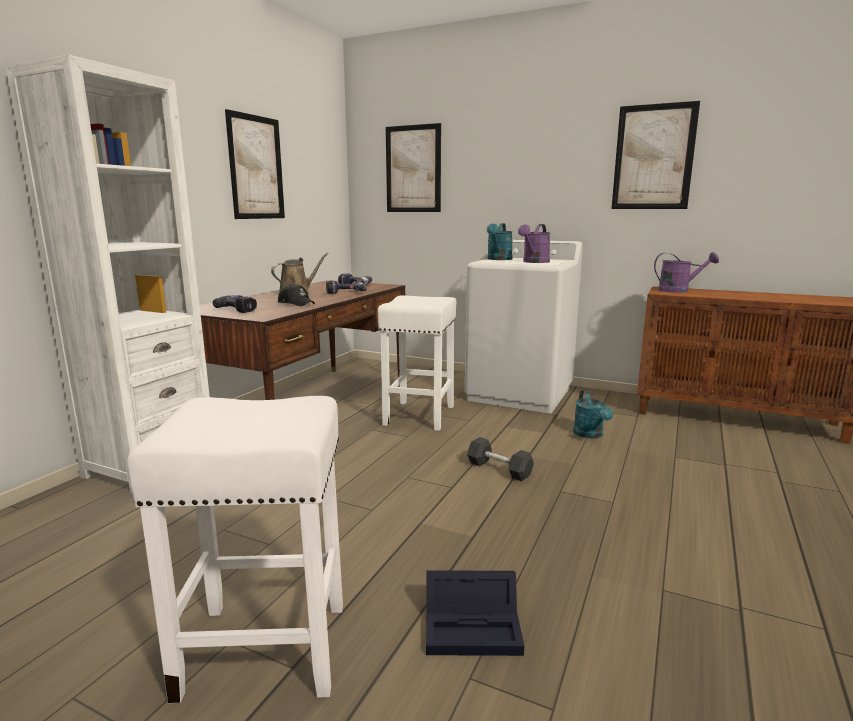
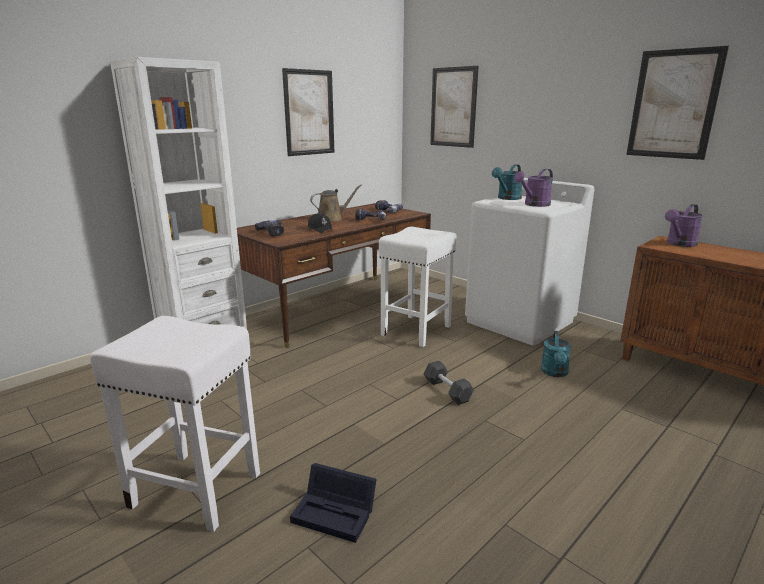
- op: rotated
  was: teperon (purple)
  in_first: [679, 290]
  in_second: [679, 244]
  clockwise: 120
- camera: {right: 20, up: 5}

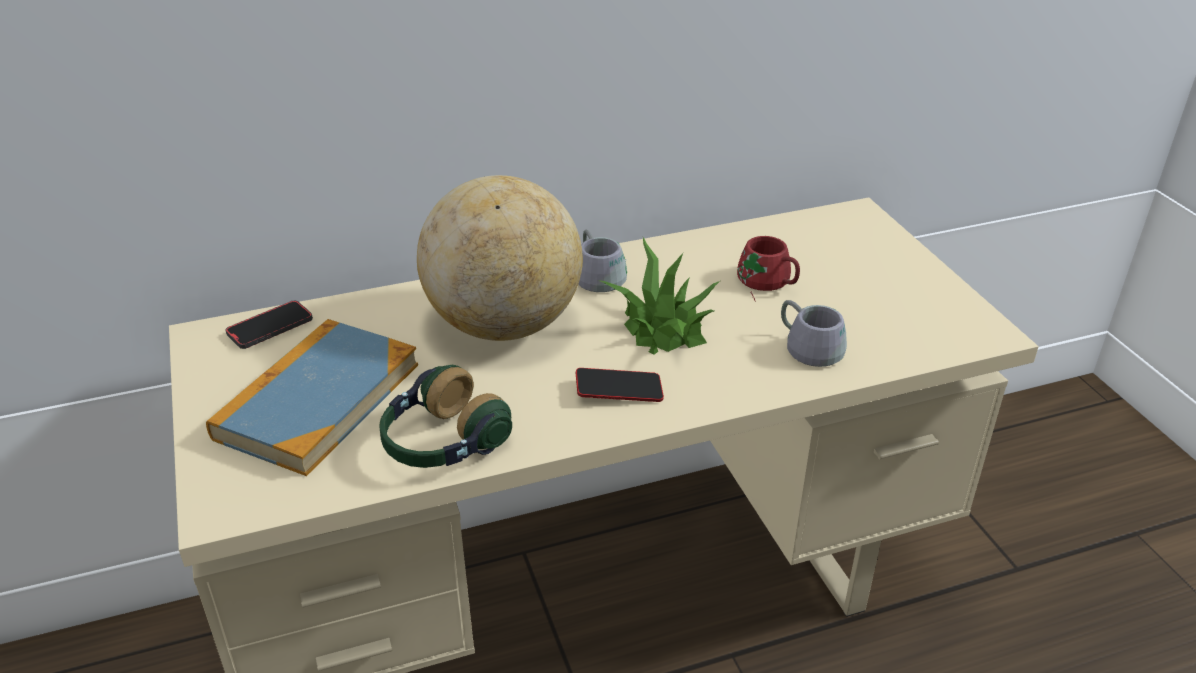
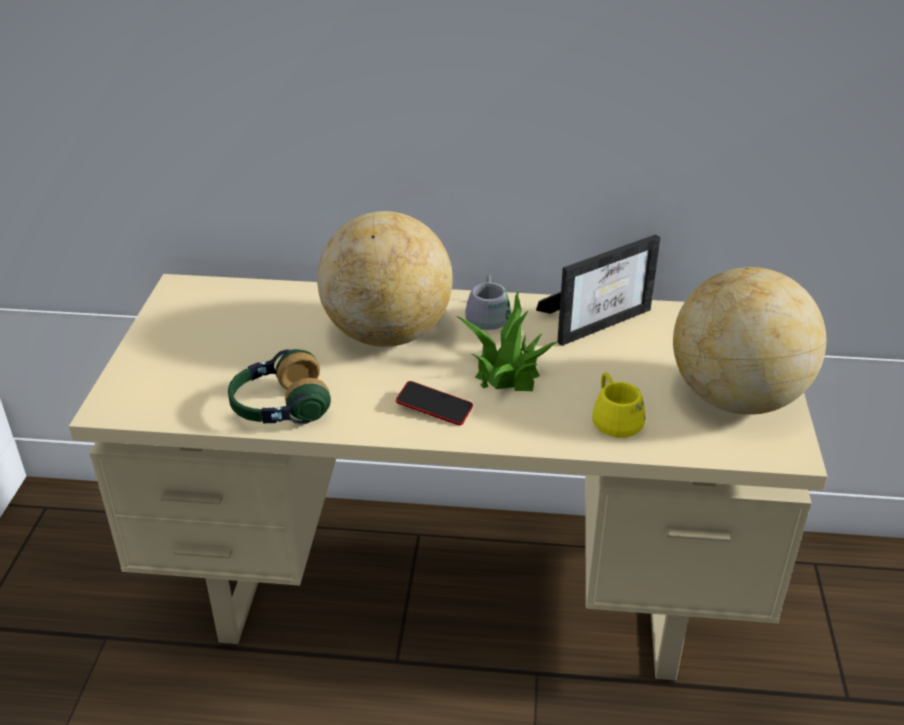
- op: gone
  was: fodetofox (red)
  in_first: [765, 283]
- op: repainted
  was: fodetofox (grey)
  now: fodetofox (yellow)
  in_first: [812, 344]
  in_second: [619, 416]
- op: gone
  was: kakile
  in_first: [270, 327]
- op: gone
  was: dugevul
  in_first: [318, 400]
- op: new
  now: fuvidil
  in_second: [599, 320]
- op: new
  now: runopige
  in_second: [735, 398]
- camera: {right: 25, up: 0}

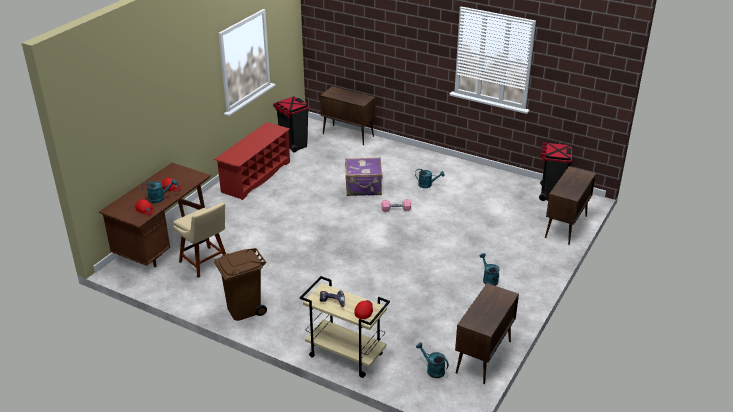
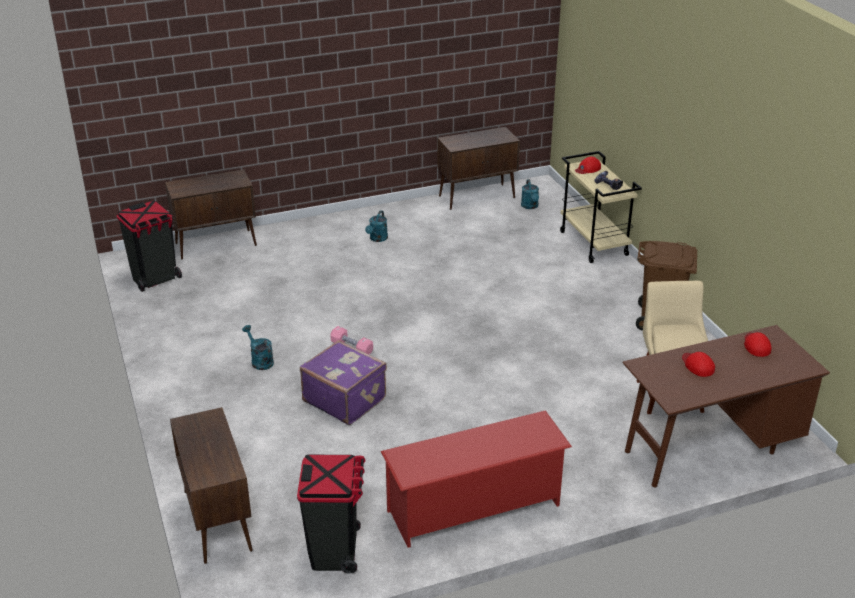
- op: gone
  was: teperon (turquoise)
  in_first: [159, 198]
- camera: {right: -140, up: 0}

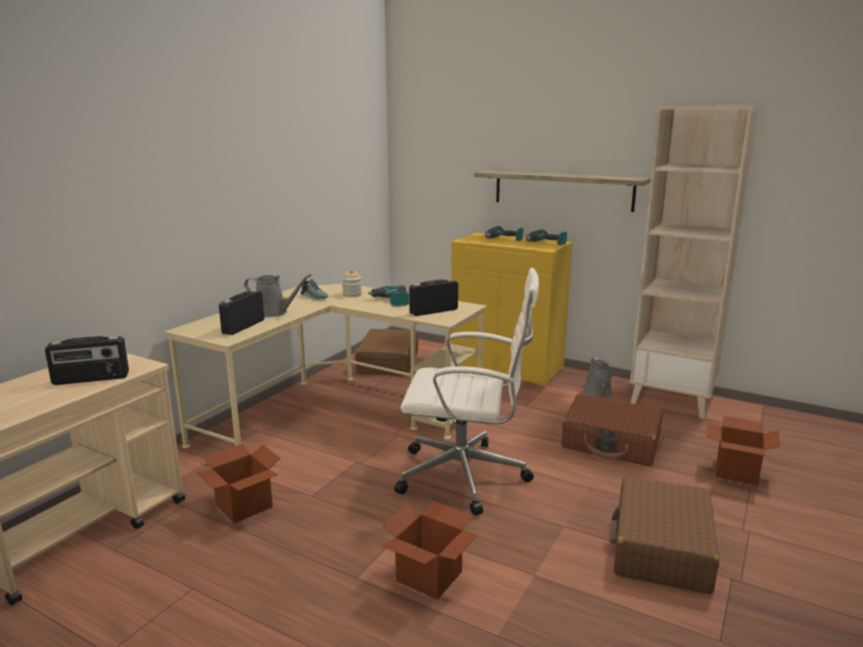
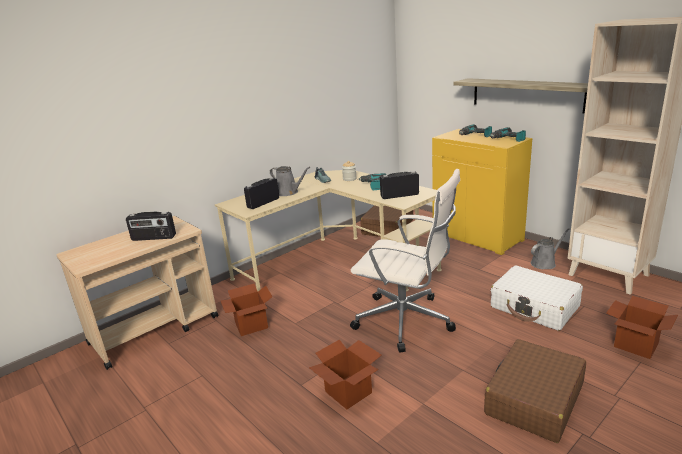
- op: rotated
  was: teperon (grey)
  in_first: [598, 392]
  in_second: [545, 263]
  clockwise: -135
- op: repainted
  was: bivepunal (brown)
  now: bivepunal (white)
  in_first: [611, 442]
  in_second: [534, 307]
- camera: {right: 20, up: 5}

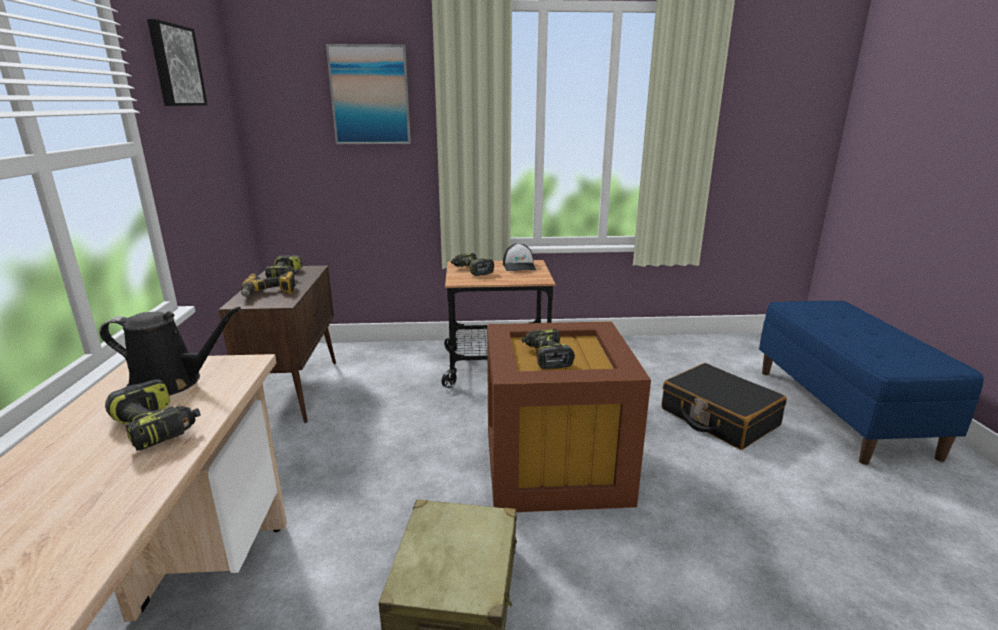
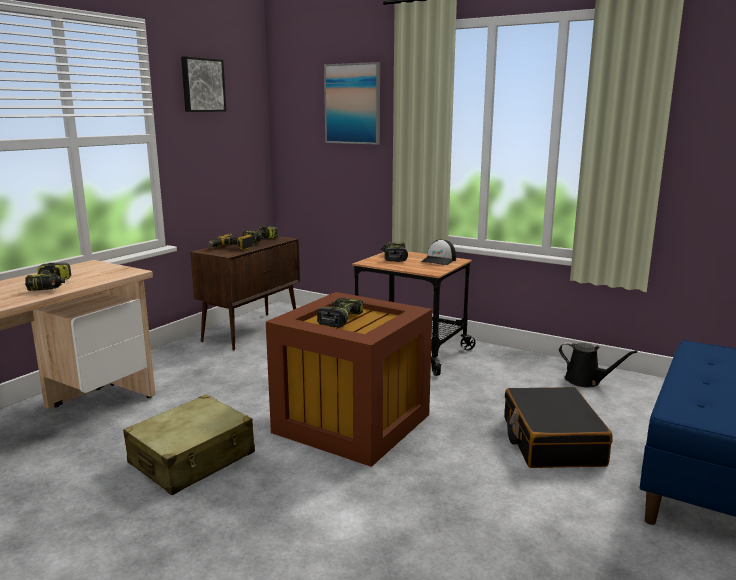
- op: shifted
  was: teperon (black)
  in_first: [171, 383]
  in_second: [586, 381]
- camera: {right: 35, up: -5}

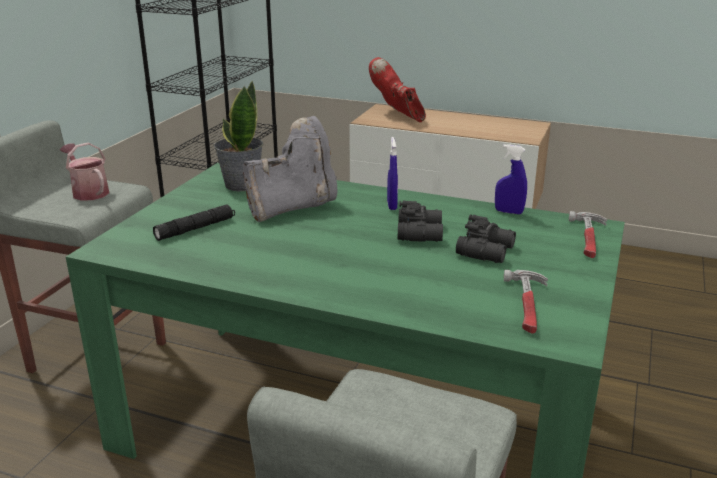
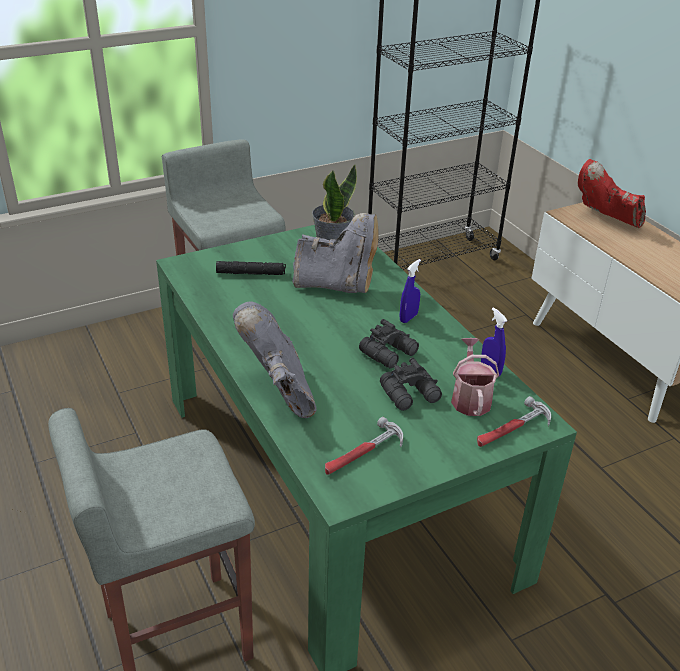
- op: rotated
  was: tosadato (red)
  in_first: [398, 115]
  in_second: [605, 219]
  clockwise: -60
- op: shifted
  was: teperon
  in_first: [88, 191]
  in_second: [470, 398]
- op: new
  now: tosadato (grey)
  in_second: [279, 391]
- camera: {right: 40, up: 10}

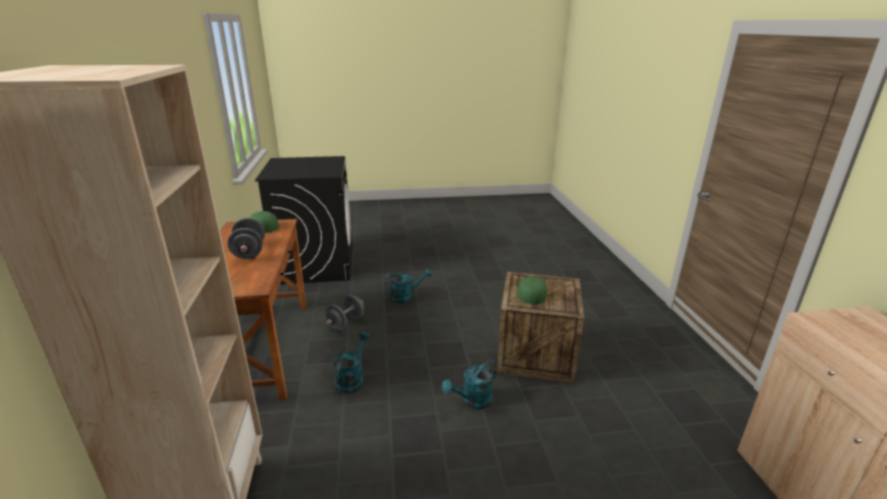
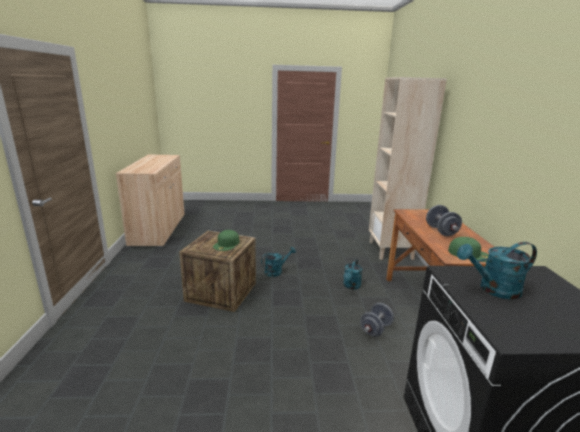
- op: shifted
  was: teperon (turquoise)
  in_first: [405, 297]
  in_second: [493, 290]
- camera: {right: -175, up: -5}

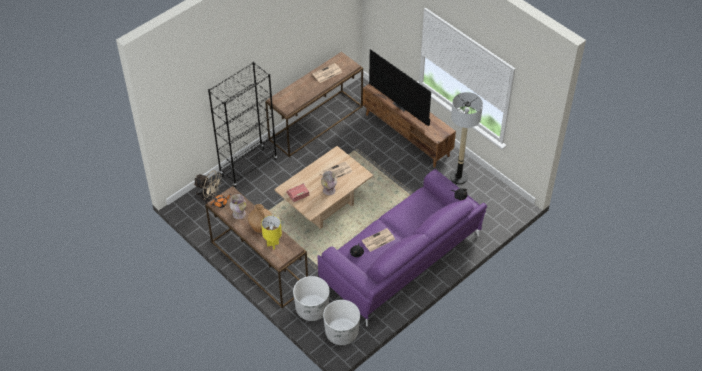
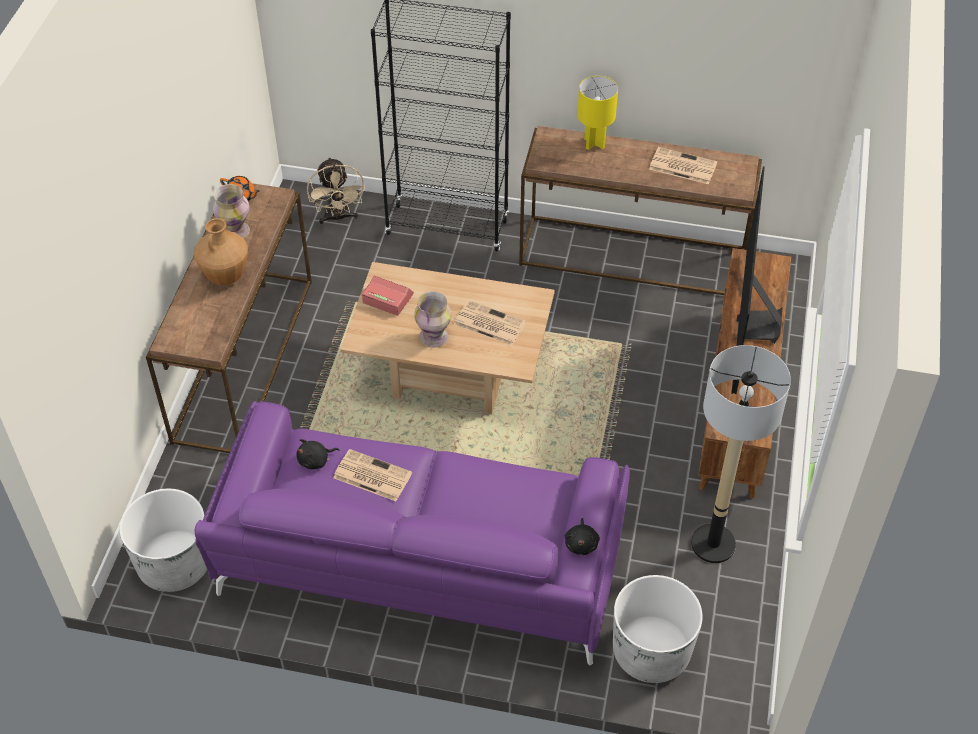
- op: shifted
  was: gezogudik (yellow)
  in_first: [272, 244]
  in_second: [594, 143]
- op: shifted
  was: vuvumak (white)
  in_first: [312, 309]
  in_second: [651, 652]
- camera: {right: 55, up: 0}

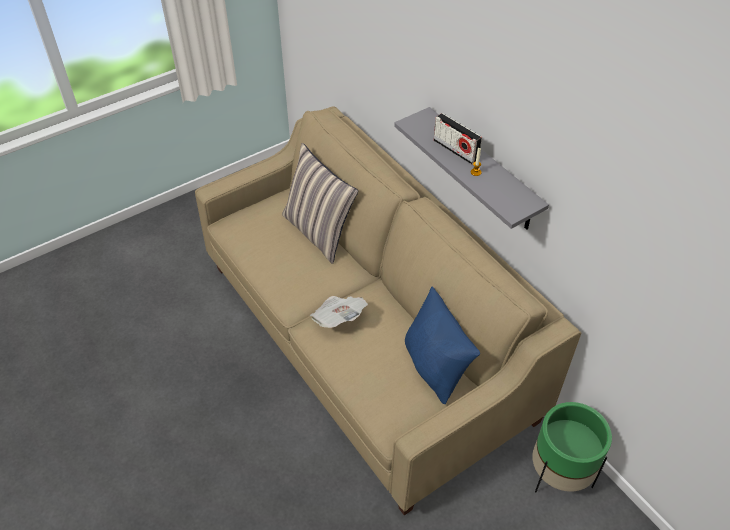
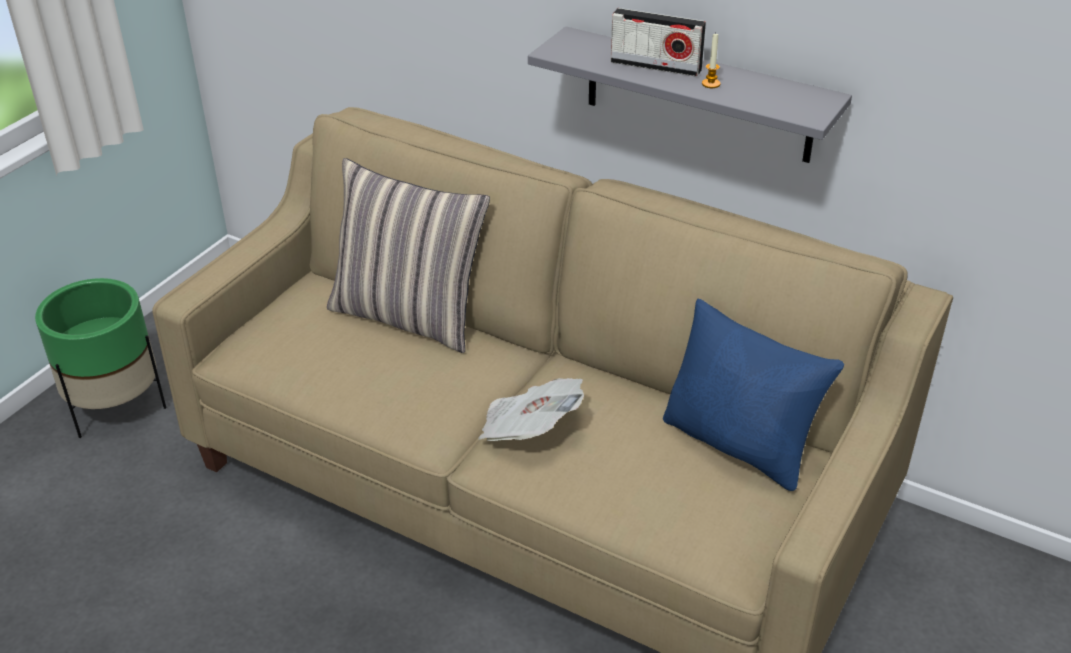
- op: shifted
  was: vuvumak (green)
  in_first: [559, 474]
  in_second: [116, 408]
- camera: {right: -25, up: -10}

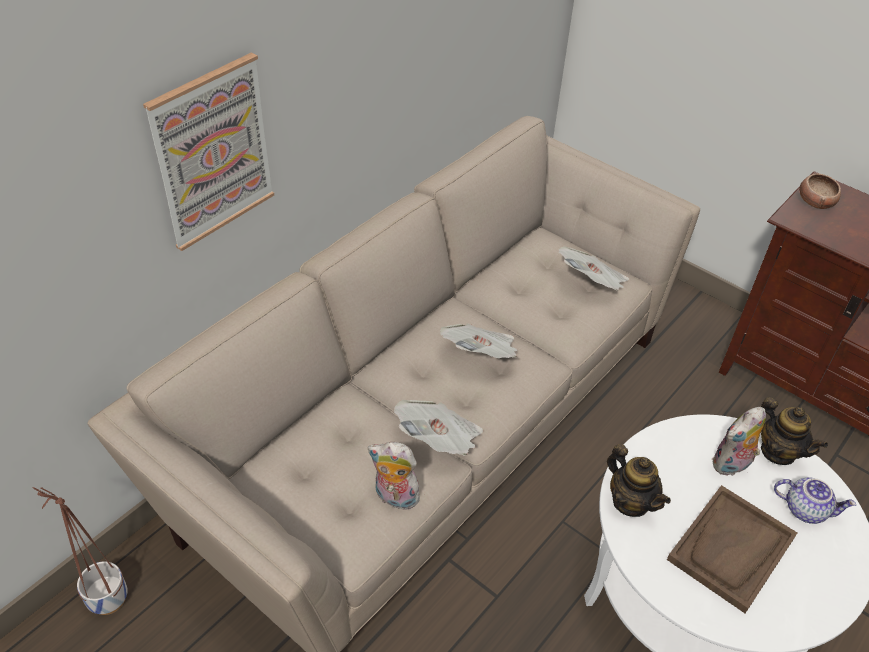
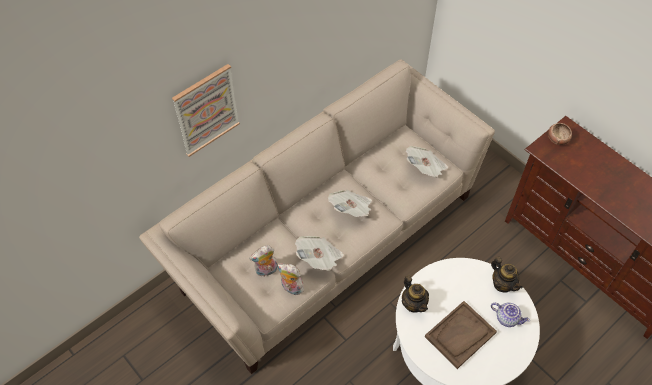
- op: shifted
  was: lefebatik
  in_first: [731, 465]
  in_second: [266, 271]
- op: gone
  was: vuvumak
  in_first: [108, 599]
- camera: {right: 10, up: 10}

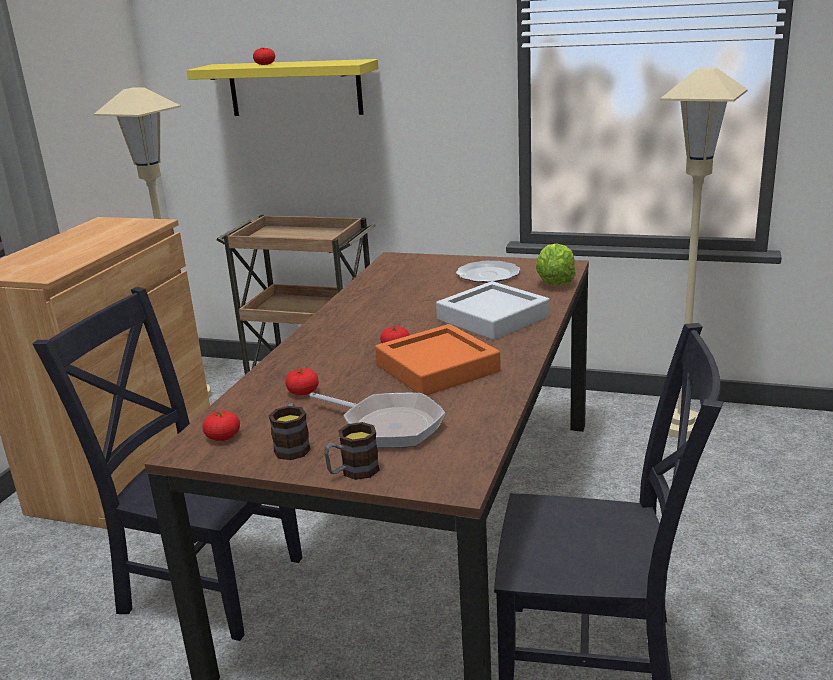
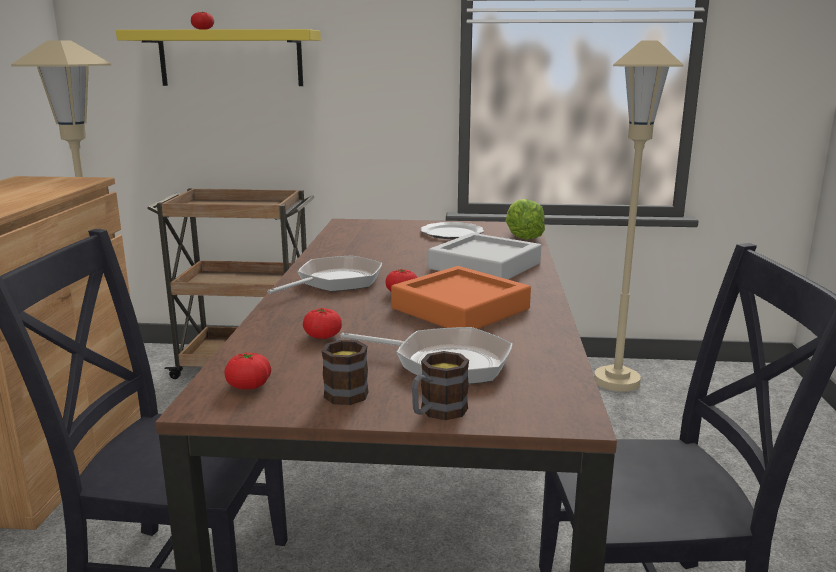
- op: new
  now: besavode
  in_second: [335, 282]
- camera: {right: -15, up: -5}

